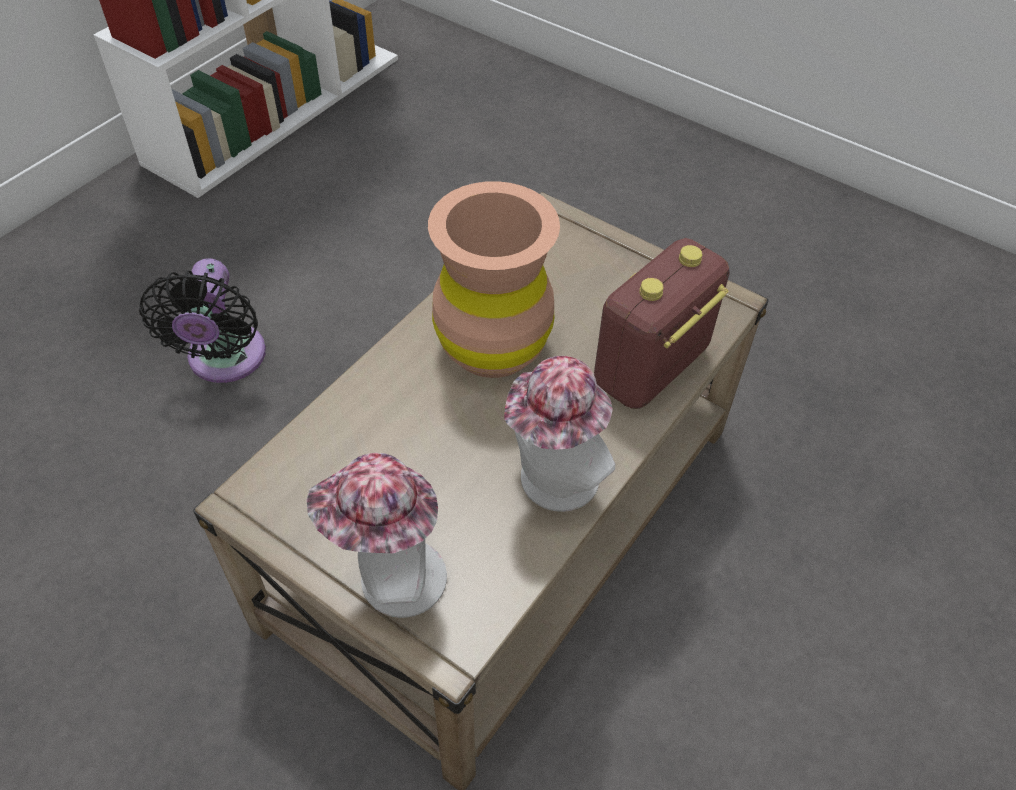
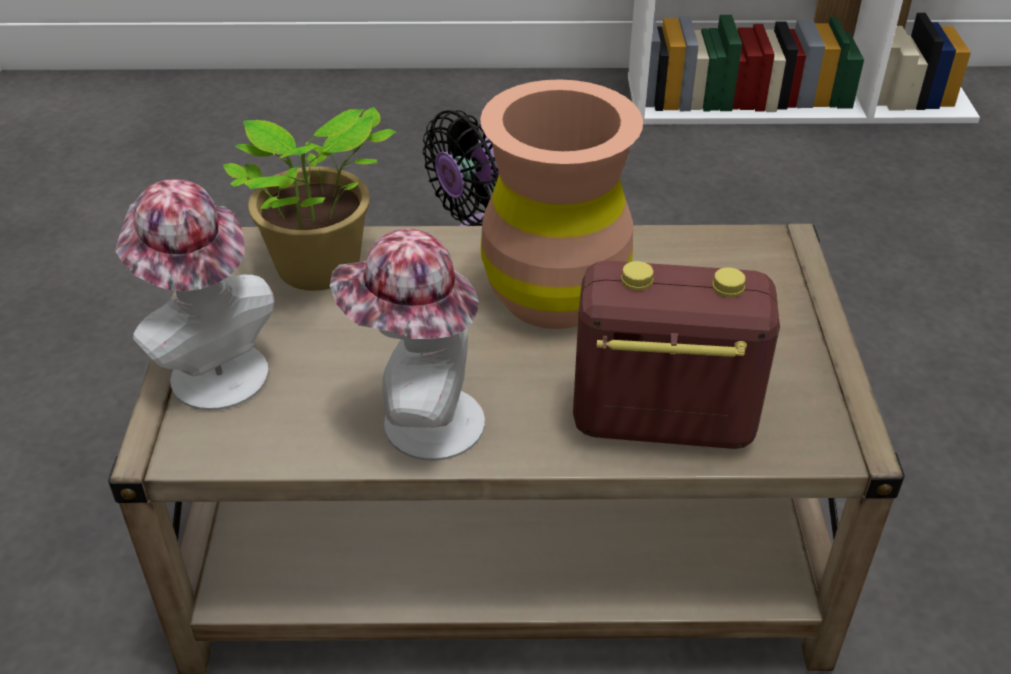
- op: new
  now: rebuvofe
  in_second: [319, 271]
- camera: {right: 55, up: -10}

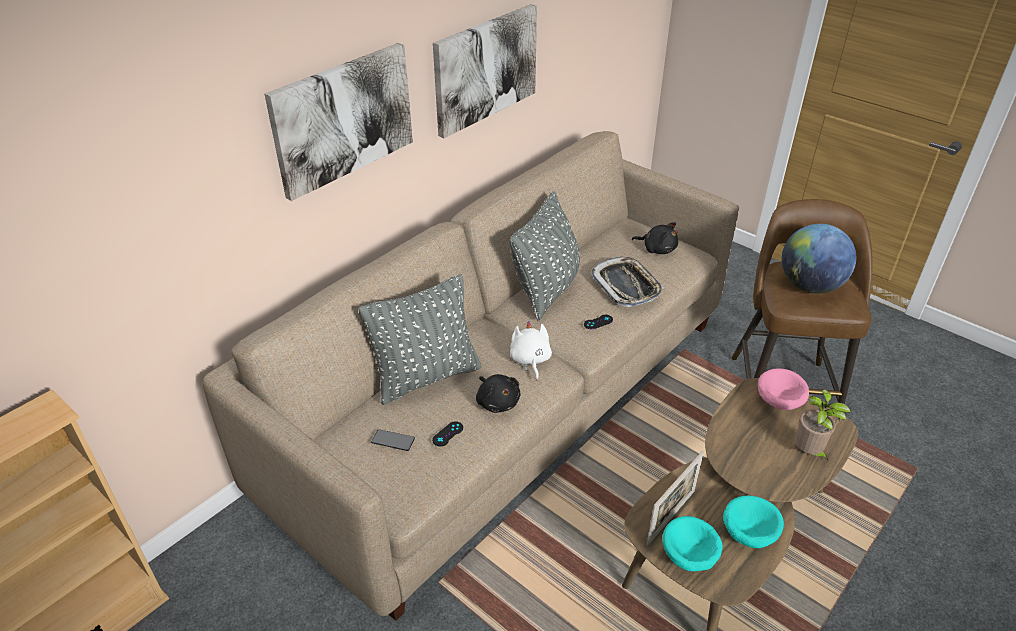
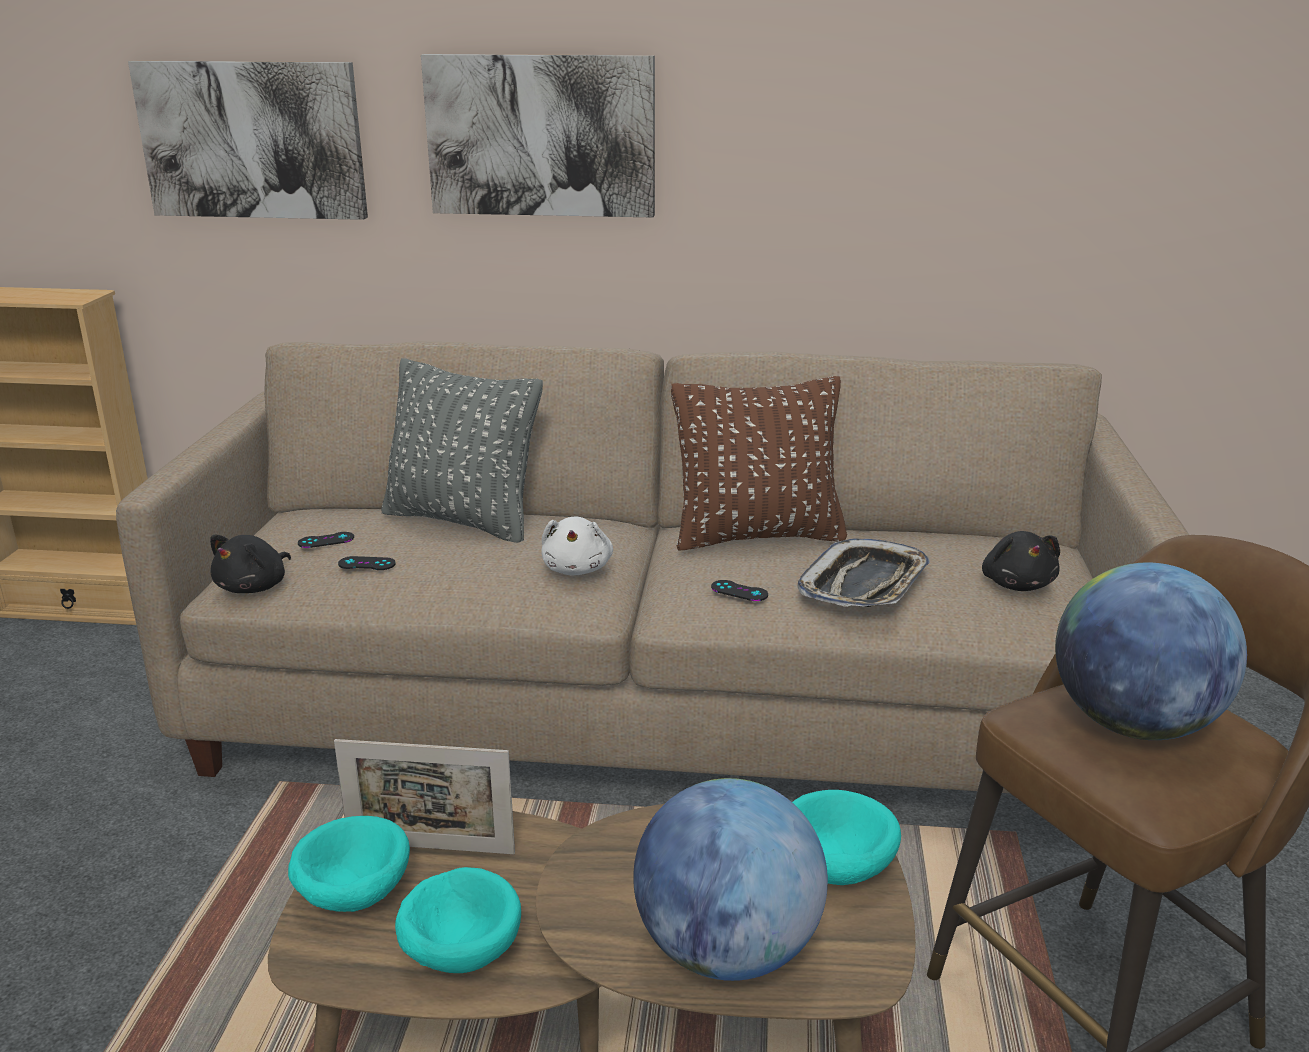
- op: shifted
  was: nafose
  in_first: [485, 69]
  in_second: [253, 140]
- op: repainted
  was: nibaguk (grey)
  now: nibaguk (brown)
  in_first: [546, 290]
  in_second: [757, 536]
- op: rotated
  was: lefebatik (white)
  in_first: [530, 360]
  in_second: [577, 568]
  clockwise: 135
- op: repainted
  was: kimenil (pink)
  now: kimenil (turquoise)
  in_first: [778, 401]
  in_second: [834, 867]
- op: shifted
  was: lefebatik (black)
  in_first: [497, 402]
  in_second: [254, 587]
- op: swapped
  was: rebuvofe
  now: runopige
  in_first: [809, 453]
  in_second: [727, 950]
- op: swapped
  was: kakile
  now: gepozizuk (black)
  in_first: [393, 441]
  in_second: [326, 540]
- camera: {right: 55, up: -15}

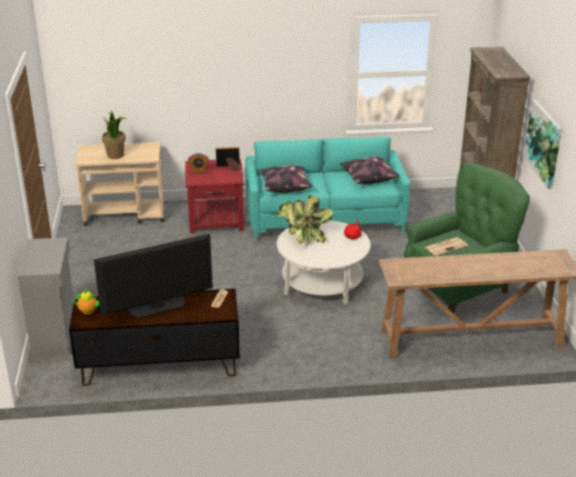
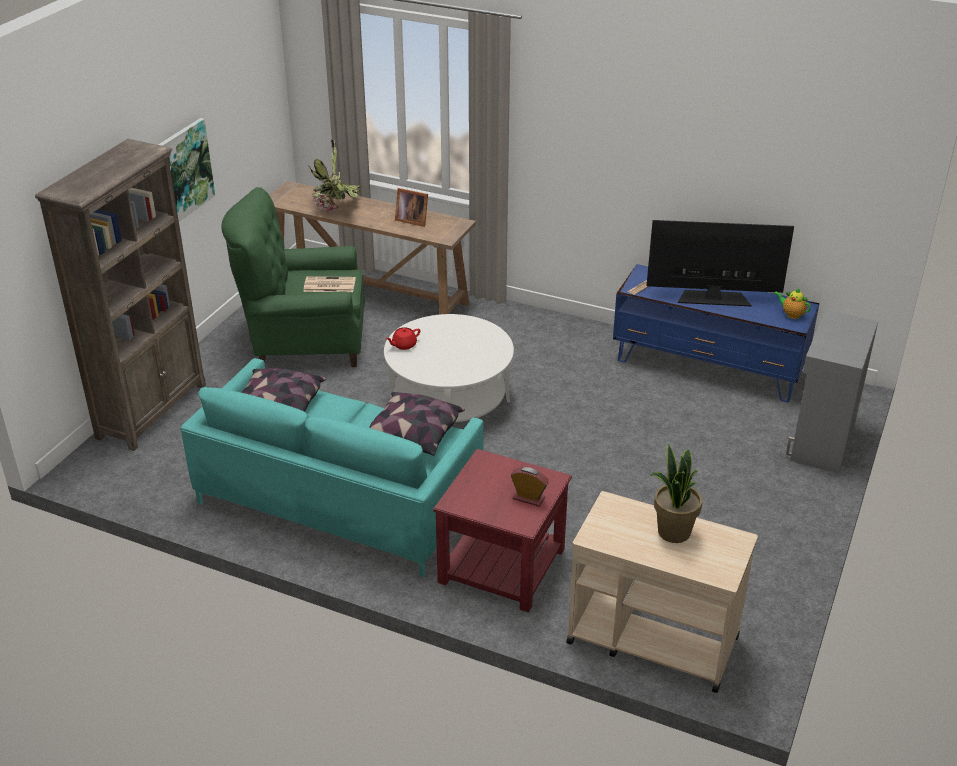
- op: shifted
  was: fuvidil
  in_first: [229, 168]
  in_second: [411, 220]
- op: shifted
  was: rebuvofe
  in_first: [303, 238]
  in_second: [338, 209]
- op: repainted
  was: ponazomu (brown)
  now: ponazomu (blue)
  in_first: [159, 365]
  in_second: [708, 368]
- camera: {right: -150, up: 5}

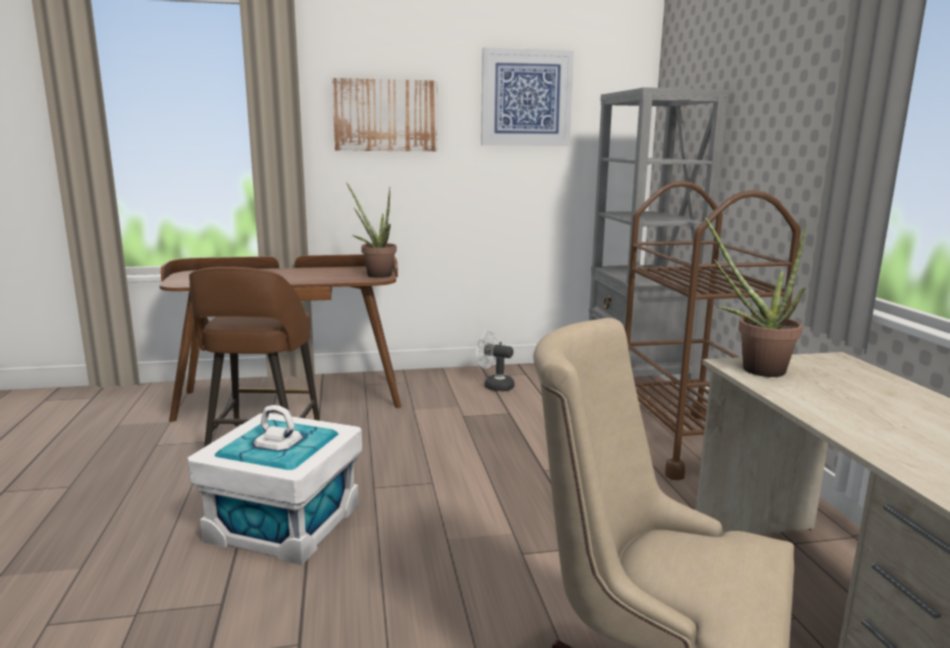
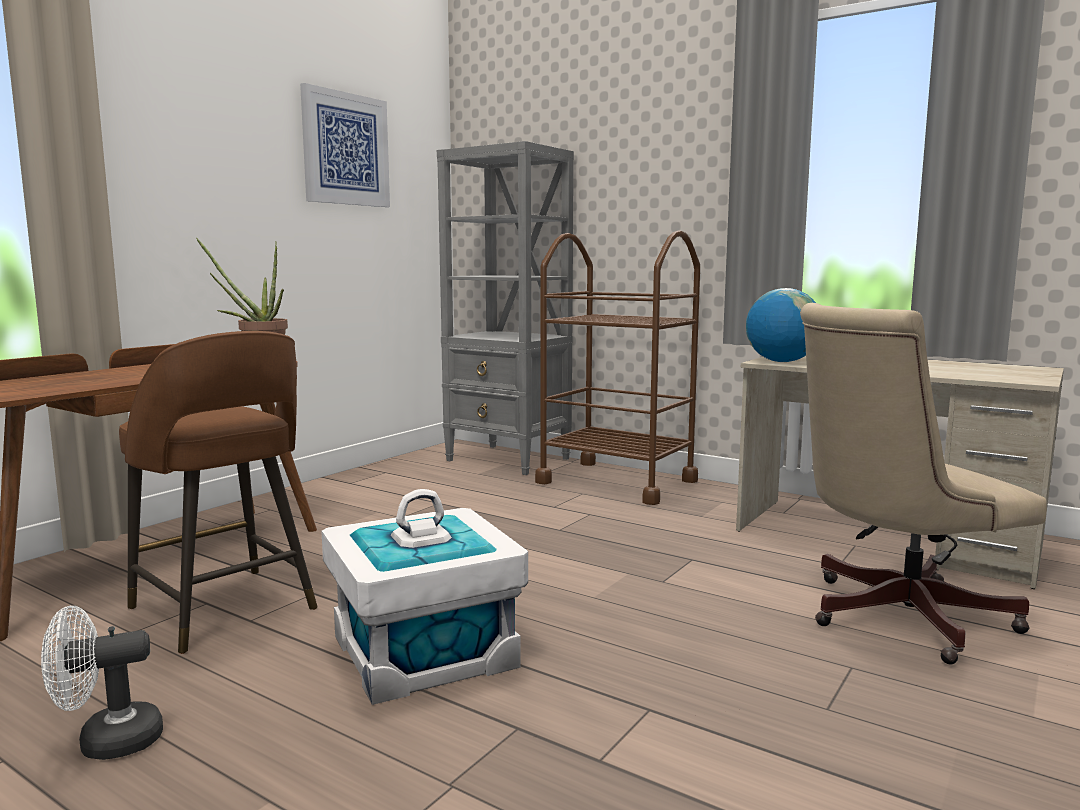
- op: gone
  was: nafose
  in_first: [385, 115]
- op: swapped
  was: rebuvofe
  now: runopige
  in_first: [753, 369]
  in_second: [781, 361]
- op: shifted
  was: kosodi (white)
  in_first: [494, 386]
  in_second: [107, 742]
- camera: {right: -45, up: -5}

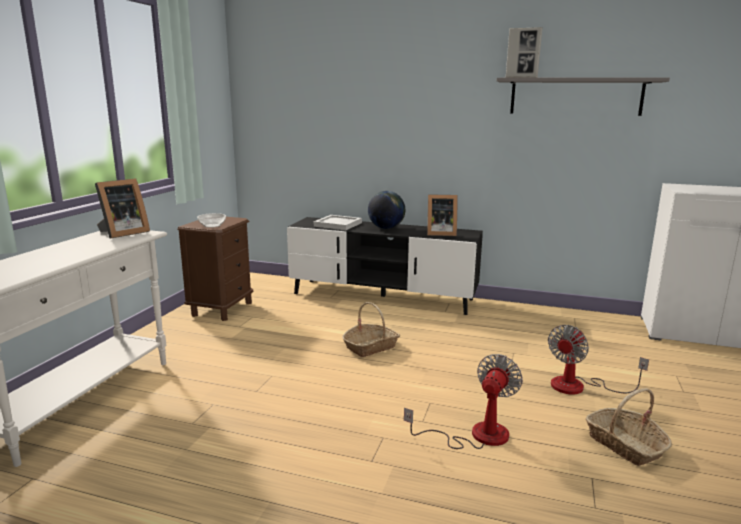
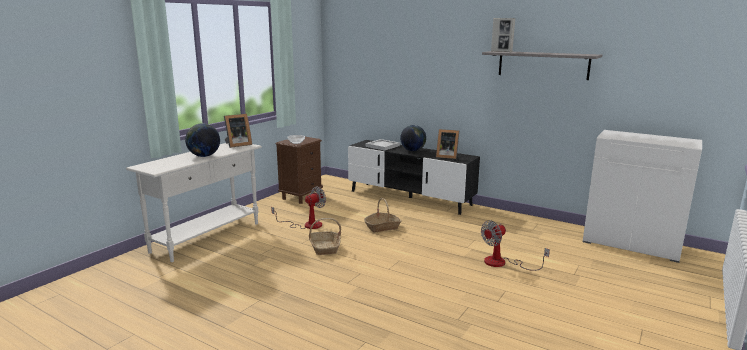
- op: shifted
  was: kosodi
  in_first: [476, 435]
  in_second: [306, 225]
- op: shifted
  was: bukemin
  in_first: [625, 445]
  in_second: [324, 248]
- op: new
  now: runopige
  in_second: [204, 156]
- camera: {right: 15, up: 0}

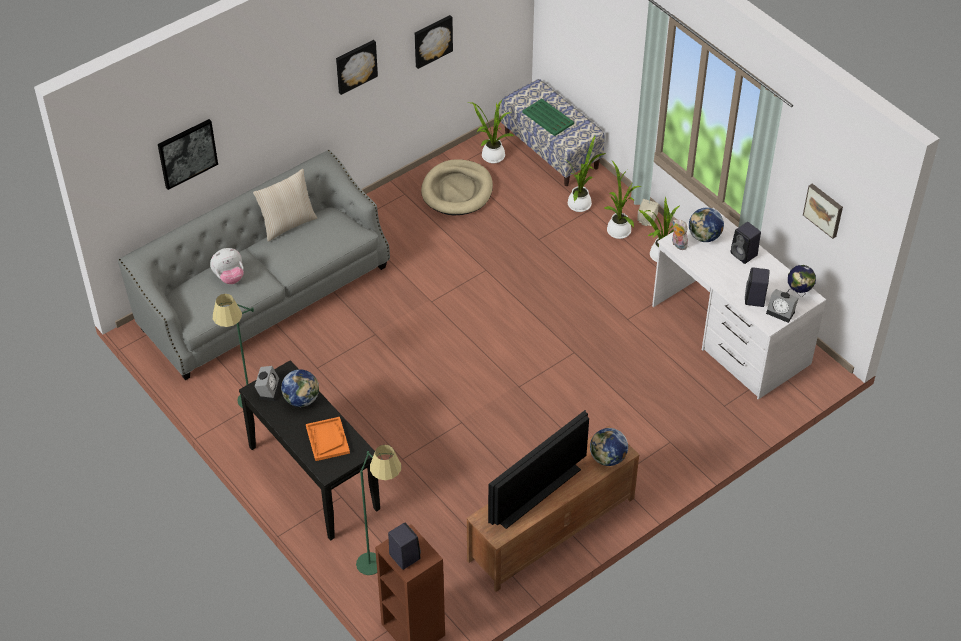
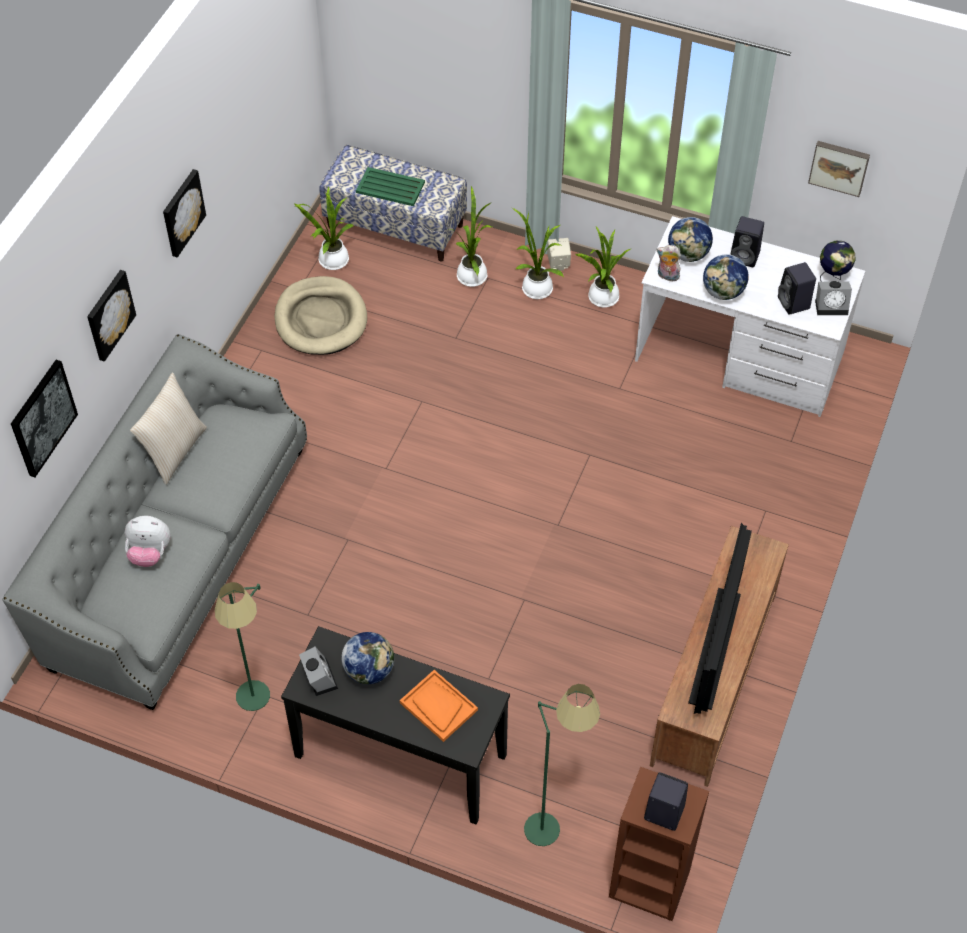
- op: shifted
  was: nafose
  in_first: [432, 40]
  in_second: [109, 314]
- op: rotated
  was: lefebatik
  in_first: [229, 277]
  in_second: [150, 553]
  clockwise: 60
- op: shifted
  was: runopige
  in_first: [608, 458]
  in_second: [723, 292]
- camera: {right: -30, up: 5}

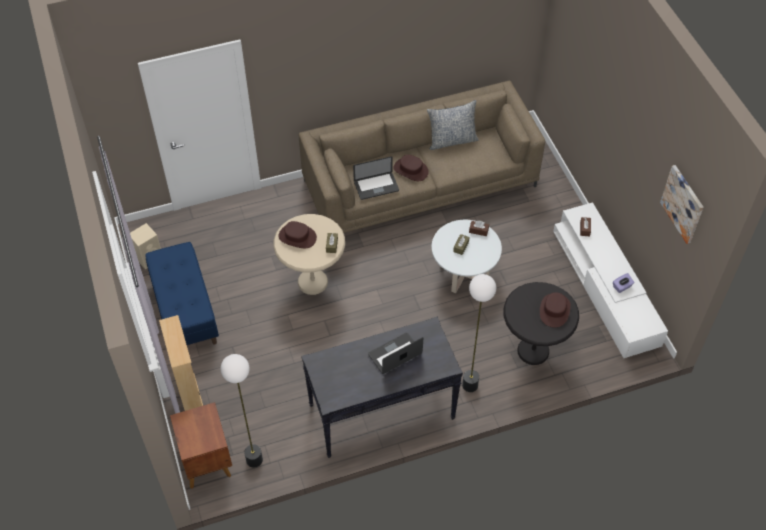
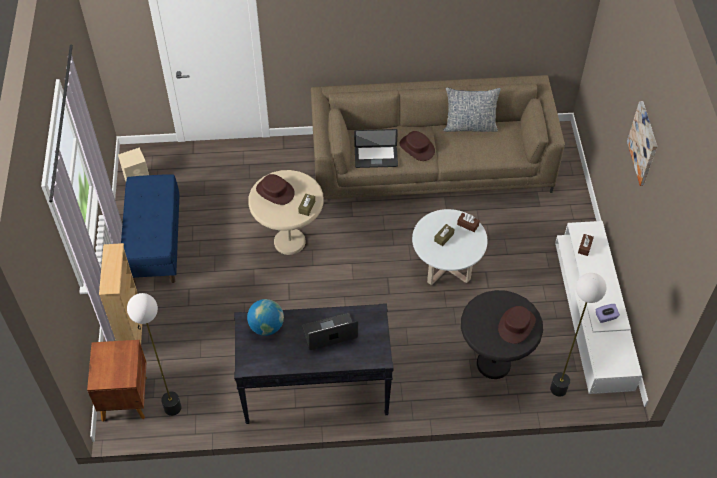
- op: shifted
  was: nafose
  in_first: [683, 204]
  in_second: [643, 143]
- op: shifted
  was: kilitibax
  in_first: [470, 385]
  in_second: [558, 389]
- op: new
  now: runopige
  in_second: [266, 326]
- camera: {right: 15, up: 0}

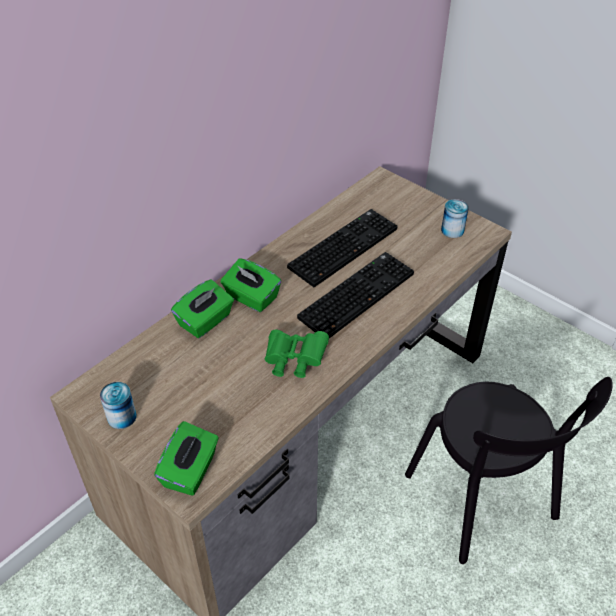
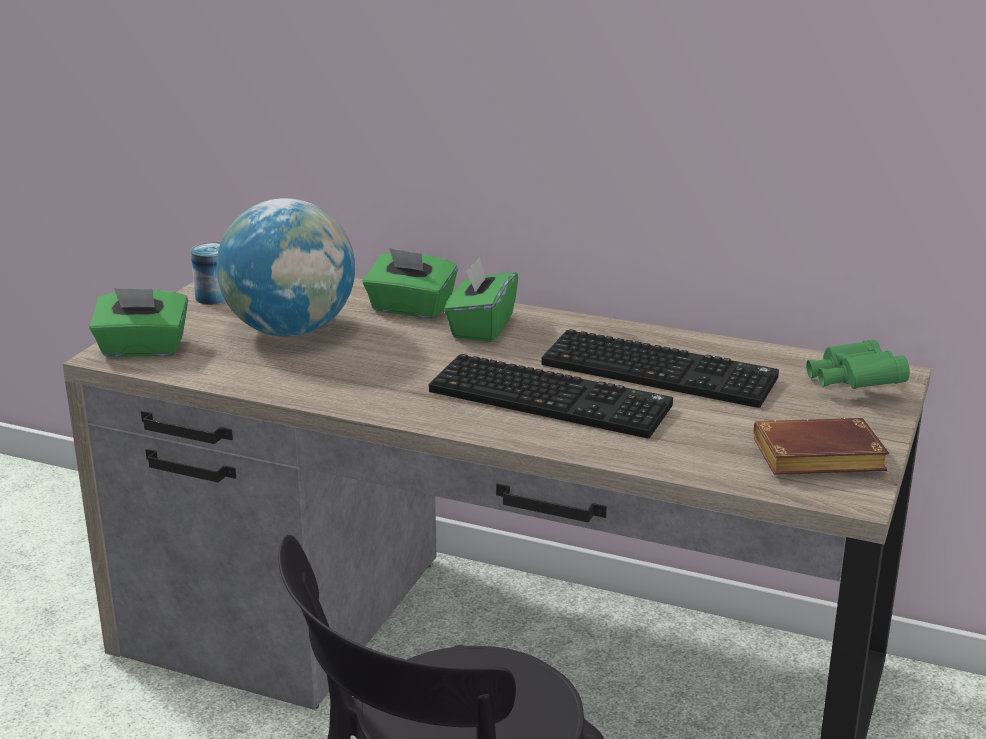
- op: swapped
  was: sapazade
  now: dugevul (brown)
  in_first: [452, 230]
  in_second: [815, 459]
- op: shifted
  was: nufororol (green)
  in_first: [294, 361]
  in_second: [852, 385]
- op: new
  now: runopige
  in_second: [290, 330]
- camera: {right: 70, up: -20}

